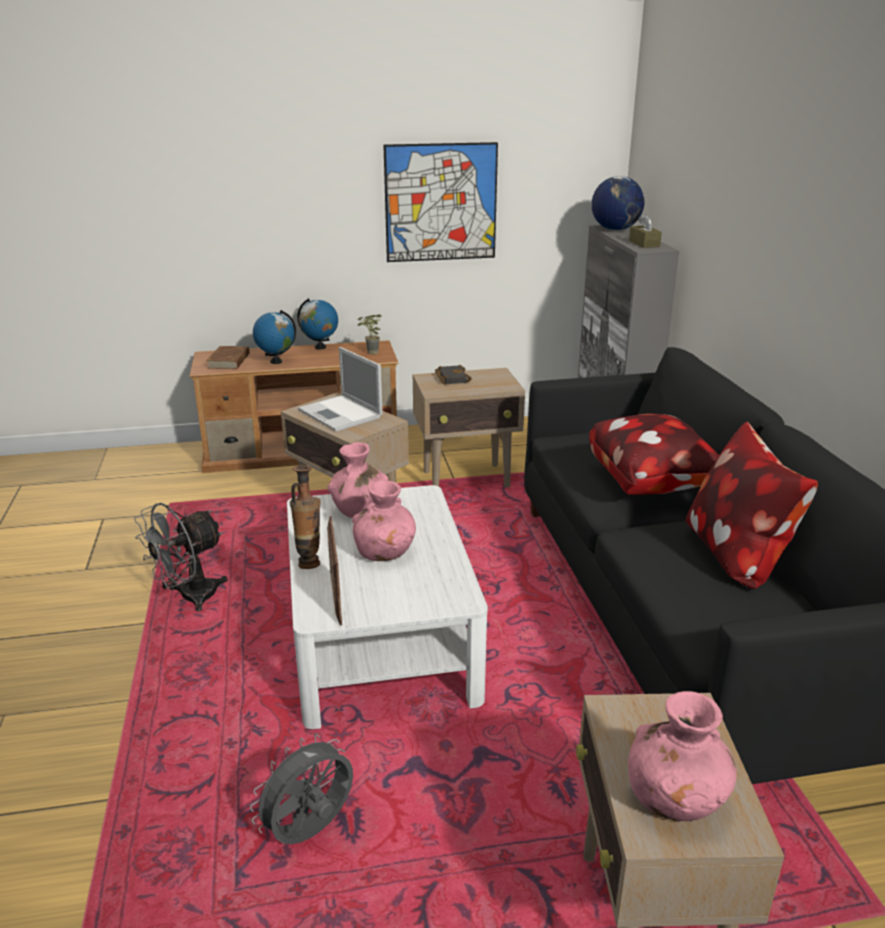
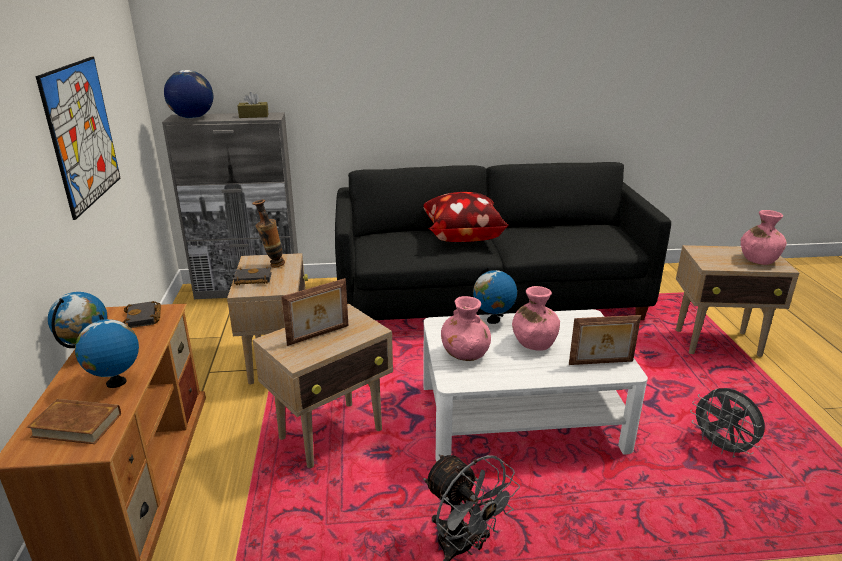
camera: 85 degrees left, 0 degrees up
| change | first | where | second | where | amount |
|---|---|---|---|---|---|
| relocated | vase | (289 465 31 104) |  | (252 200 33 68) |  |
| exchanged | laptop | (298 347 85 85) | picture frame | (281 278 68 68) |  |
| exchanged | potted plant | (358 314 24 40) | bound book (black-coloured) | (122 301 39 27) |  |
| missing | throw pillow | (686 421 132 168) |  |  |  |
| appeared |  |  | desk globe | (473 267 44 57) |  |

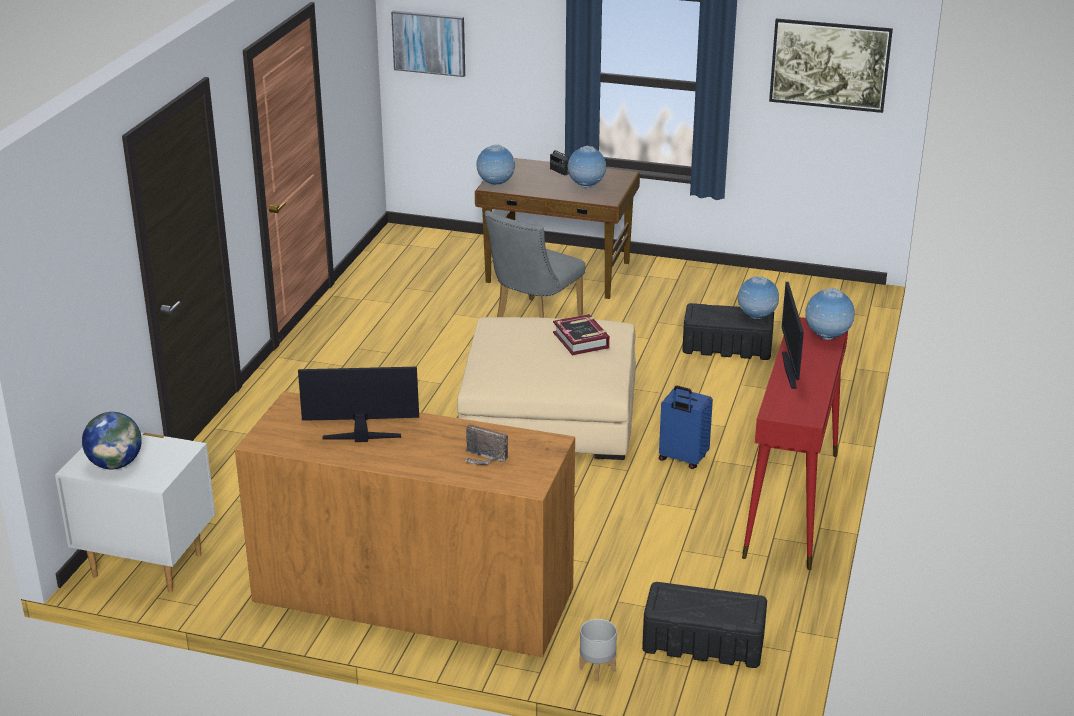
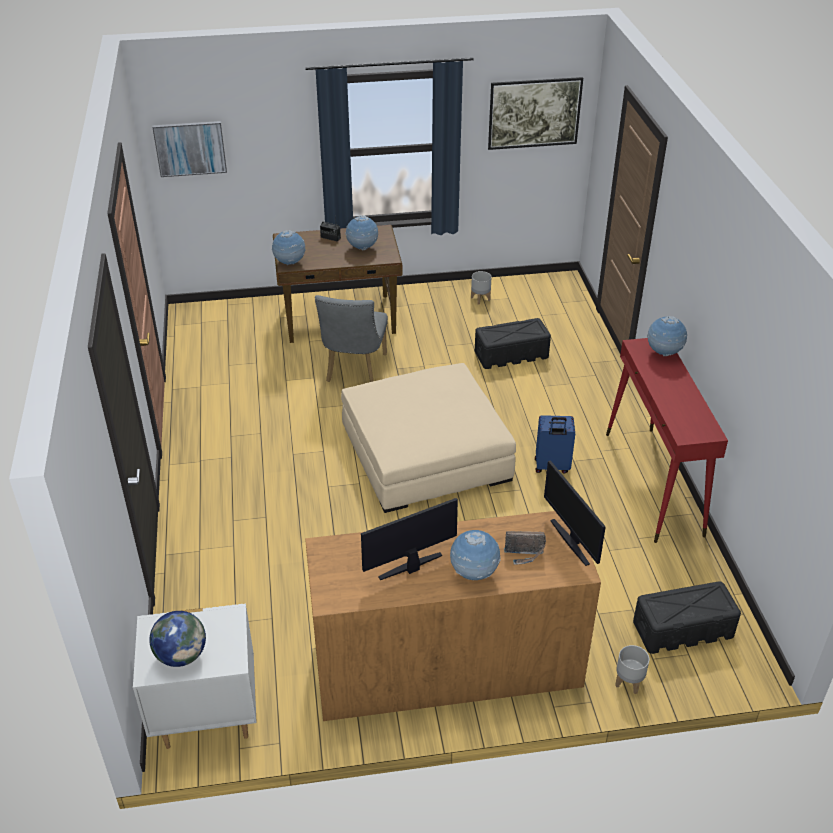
camera: 25 degrees left, 10 degrees up
| change | first | where | second | where | amount |
|---|---|---|---|---|---|
| missing | bound book | (553 314 57 41) |  |  |  |
| relocated | desk globe | (738 276 41 43) |  | (450 530 51 50) |  |
| relocated | computer screen | (782 282 22 107) |  | (544 460 62 106) |  |
| appeared |  |  | planter (gray) | (471 271 21 34) |  |

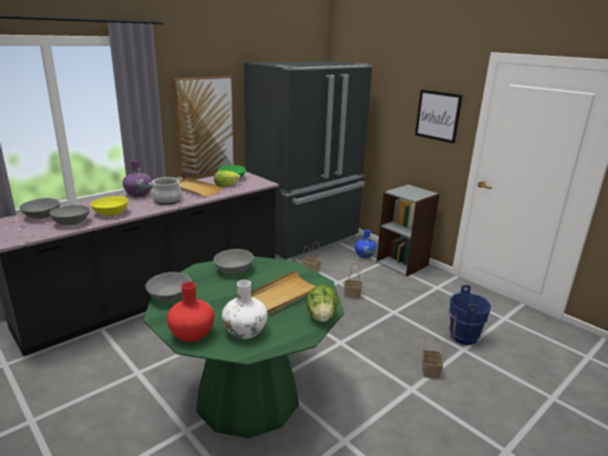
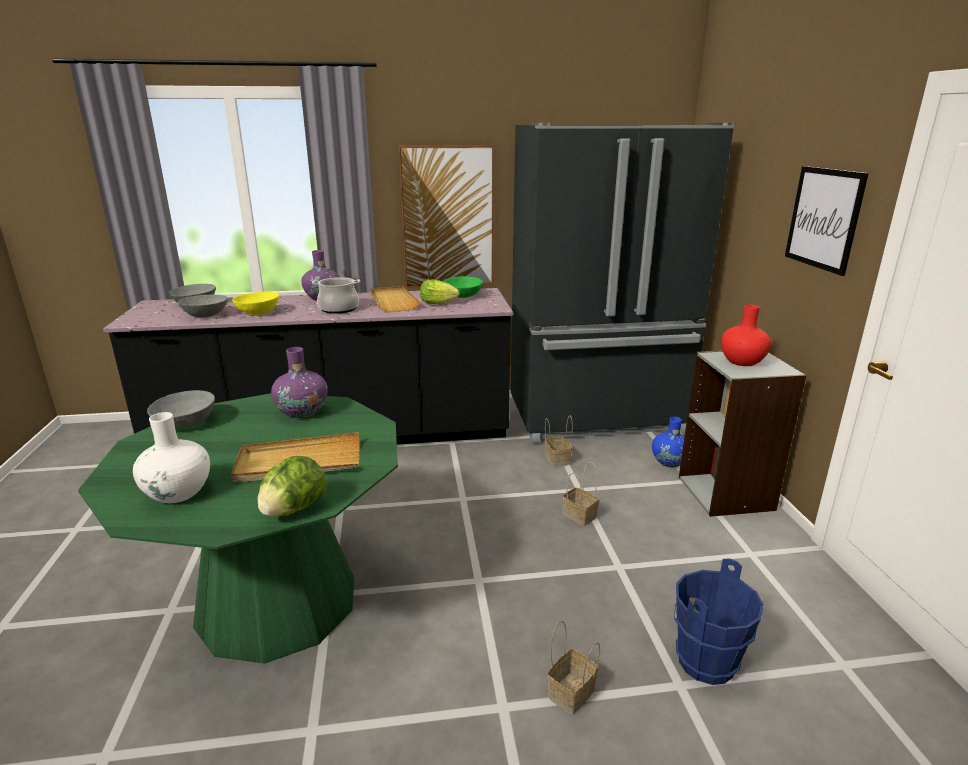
camera: 35 degrees right, 0 degrees up
| change | first | where | second | where | amount |
|---|---|---|---|---|---|
| relocated | vase (red) | (167 282 47 60) |  | (721 304 50 62) |  |
| exchanged | bowl (gray) | (214 249 40 25) | vase (purple) | (271 347 57 72) |  |

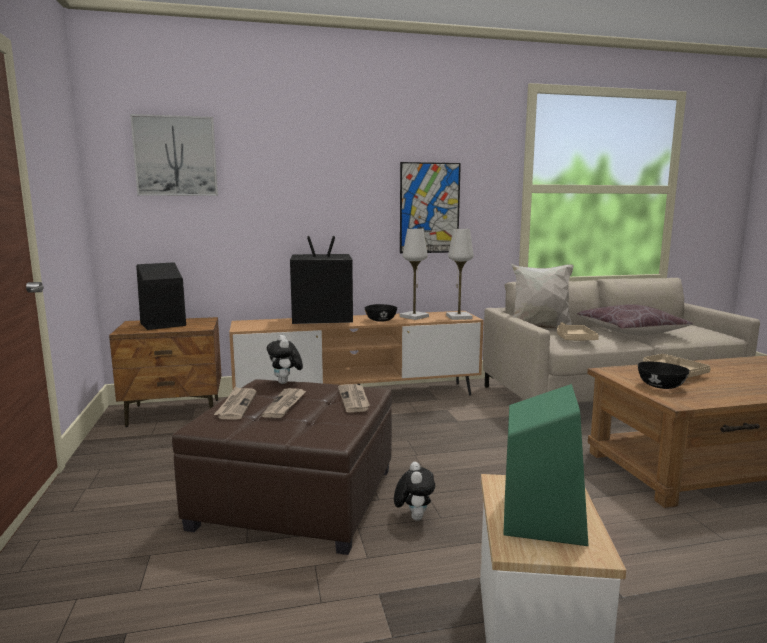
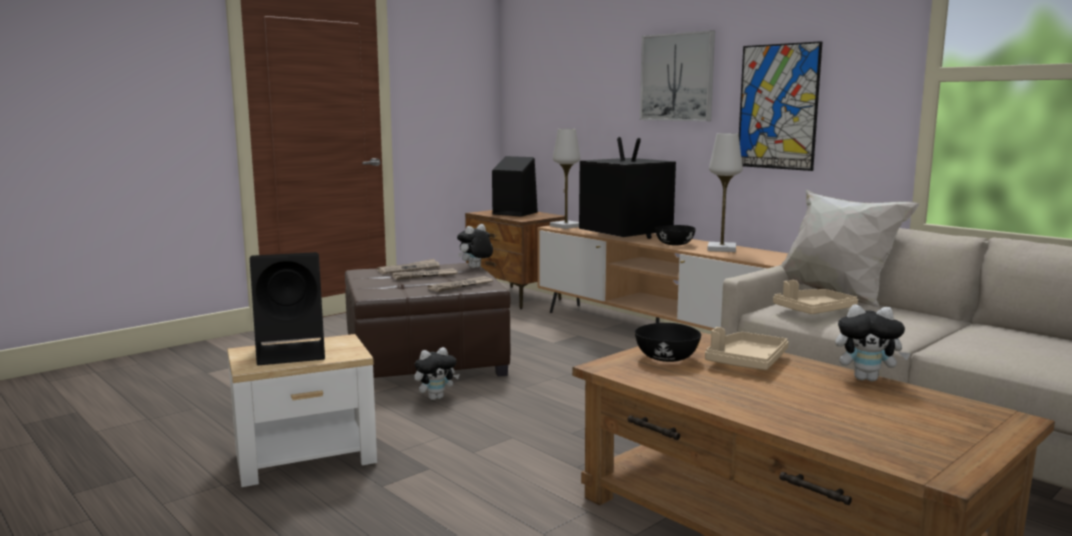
camera: 60 degrees right, 0 degrees up
| change | first | where | second | where | amount |
|---|---|---|---|---|---|
| relocated | picture | (130 114 88 82) |  | (640 30 75 91) |  |
| relocated | lamp for a table (white) | (446 229 28 91) |  | (550 129 30 100) |  |
| colour | speaker (greenish) | (503 384 85 162) | speaker (black-coloured) | (250 252 75 113) |  |
| missing | throw pillow (brown-coloured) | (577 304 116 31) |  |  |  |
| appeared |  |  | cuddly toy | (835 304 76 77) |  |

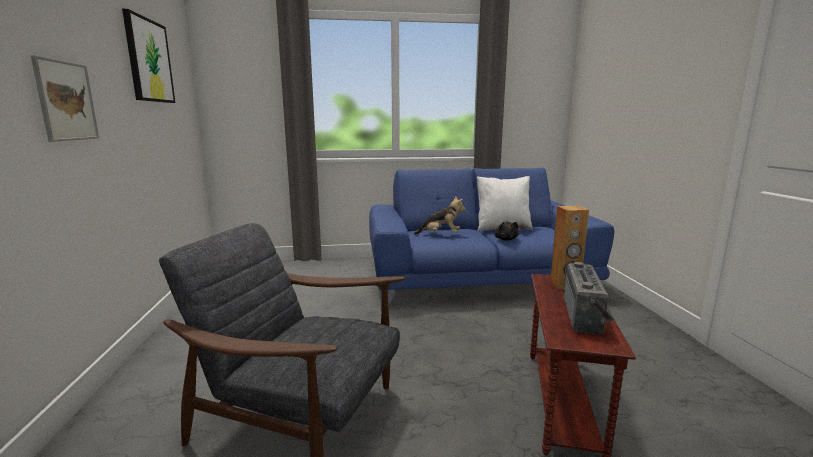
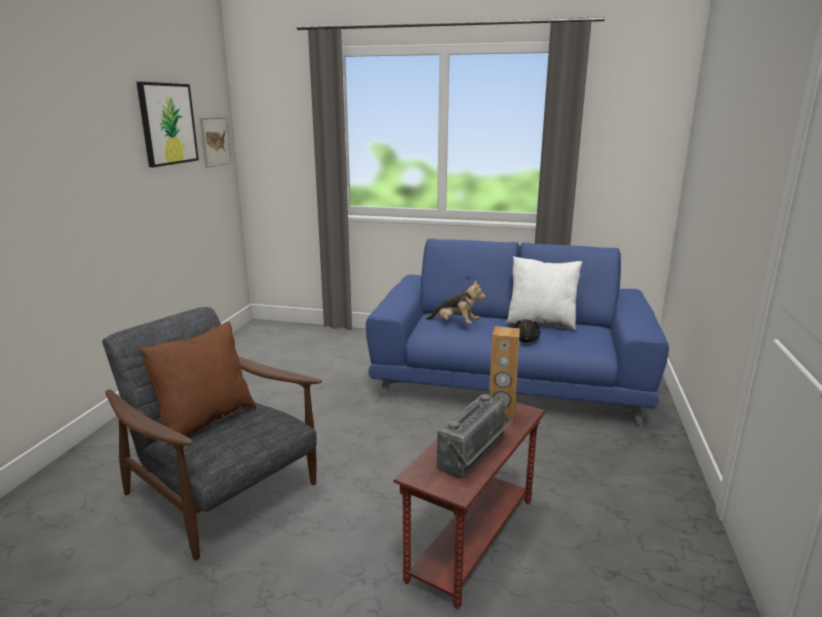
camera: 20 degrees right, 5 degrees up
| change | first | where | second | where | amount |
|---|---|---|---|---|---|
| relocated | picture | (31 55 68 87) |  | (200 117 31 51) |  |
| appeared |  |  | throw pillow (brown-coloured) | (139 322 117 124) |  |

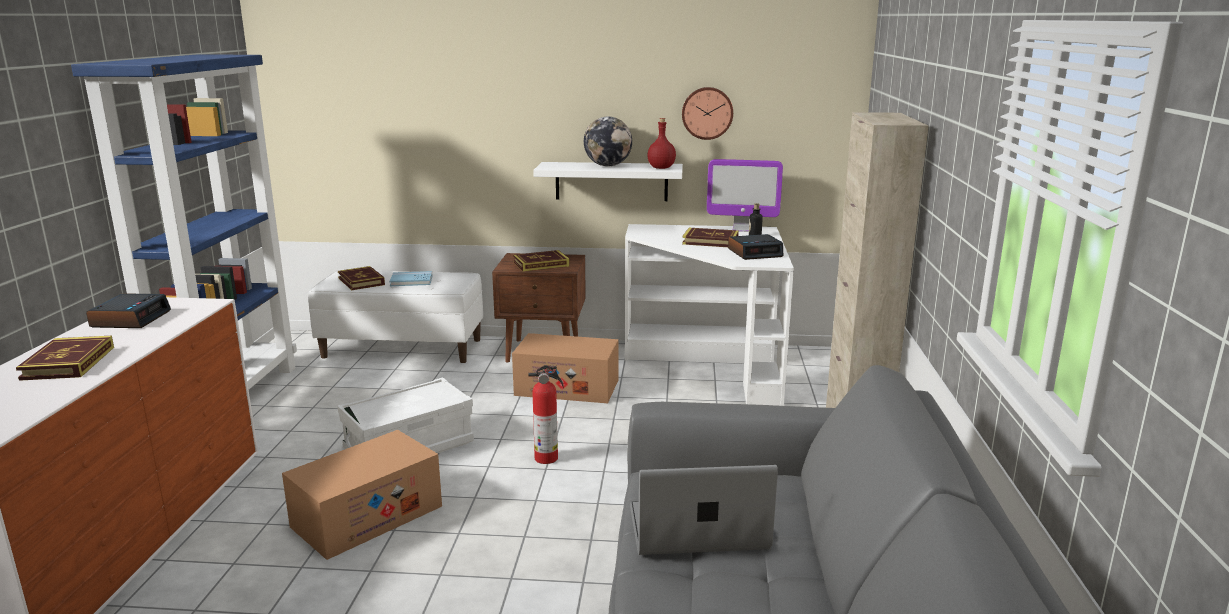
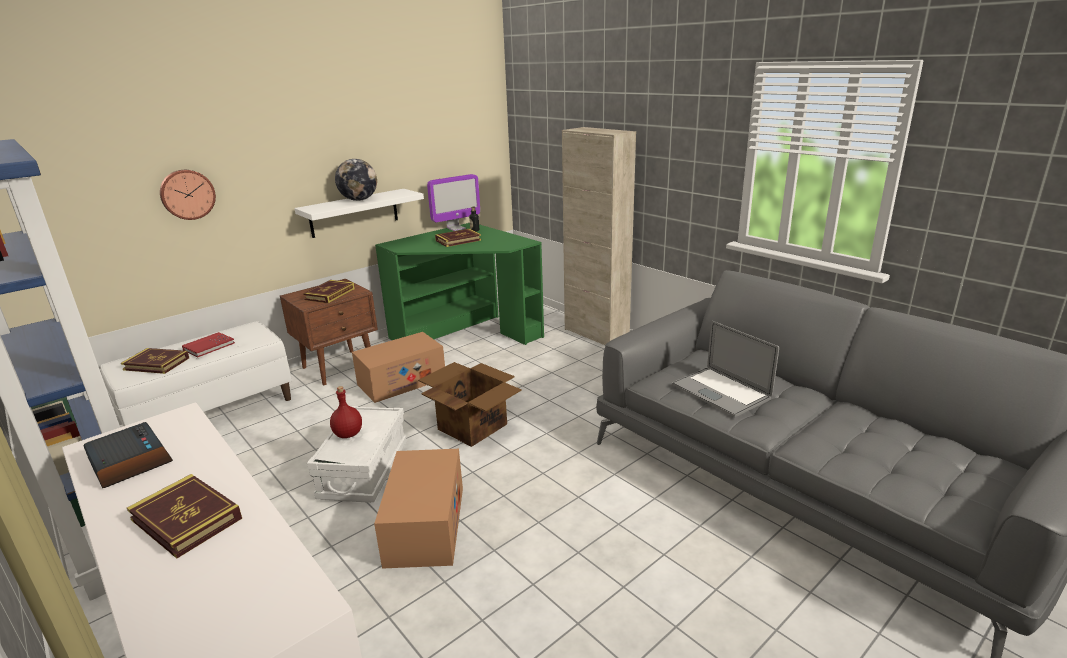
camera: 45 degrees left, 5 degrees up
| change | first | where | second | where | amount |
|---|---|---|---|---|---|
| colour | bound book (blue-coloured) | (389 271 43 15) | bound book (red) | (182 332 53 25) |  |
| exchanged | fire-fighting cylinder | (528 365 36 99) | packing box | (418 362 104 85) |  |
| colour | desk (white) | (625 224 169 182) | desk (greenish) | (375 223 169 122) |  |
| spun | laptop | (630 465 148 90) |  | (672 321 107 96) | 75 degrees counterclockwise |
| relocated | drink bottle (red) | (647 118 29 51) |  | (330 386 32 52) |  |
| relocated | clock on the wall | (682 87 51 53) |  | (160 170 56 50) |  |
| missing | alarm clock | (728 234 55 26) |  |  |  |

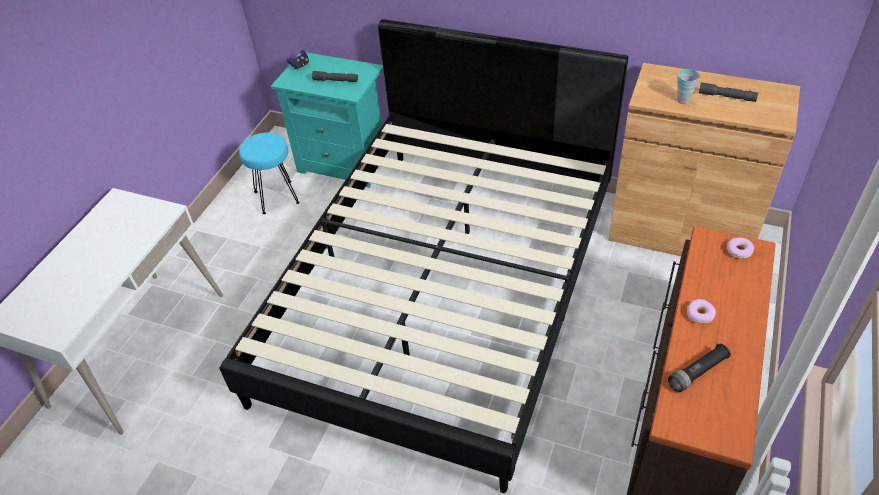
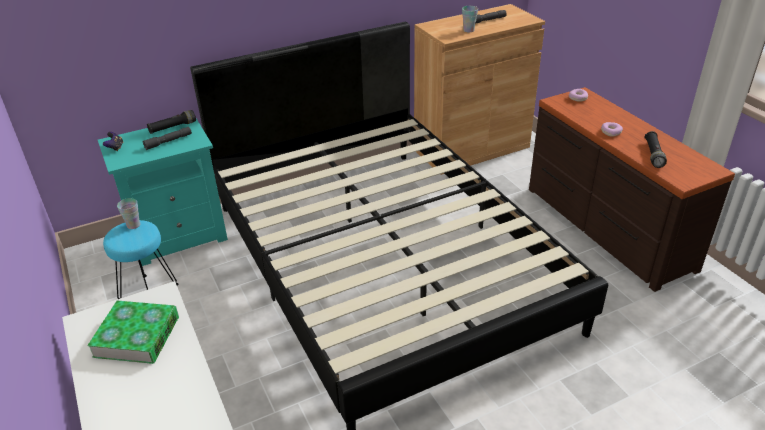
camera: 50 degrees left, 10 degrees down
| change | first | where | second | where | amount |
|---|---|---|---|---|---|
| appeared |  |  | bound book | (87 300 92 64) |  |
| appeared |  |  | drinking cup | (117 198 23 31) |  |
| appeared |  |  | flashlight (black-coloured) | (147 110 49 24) |  |

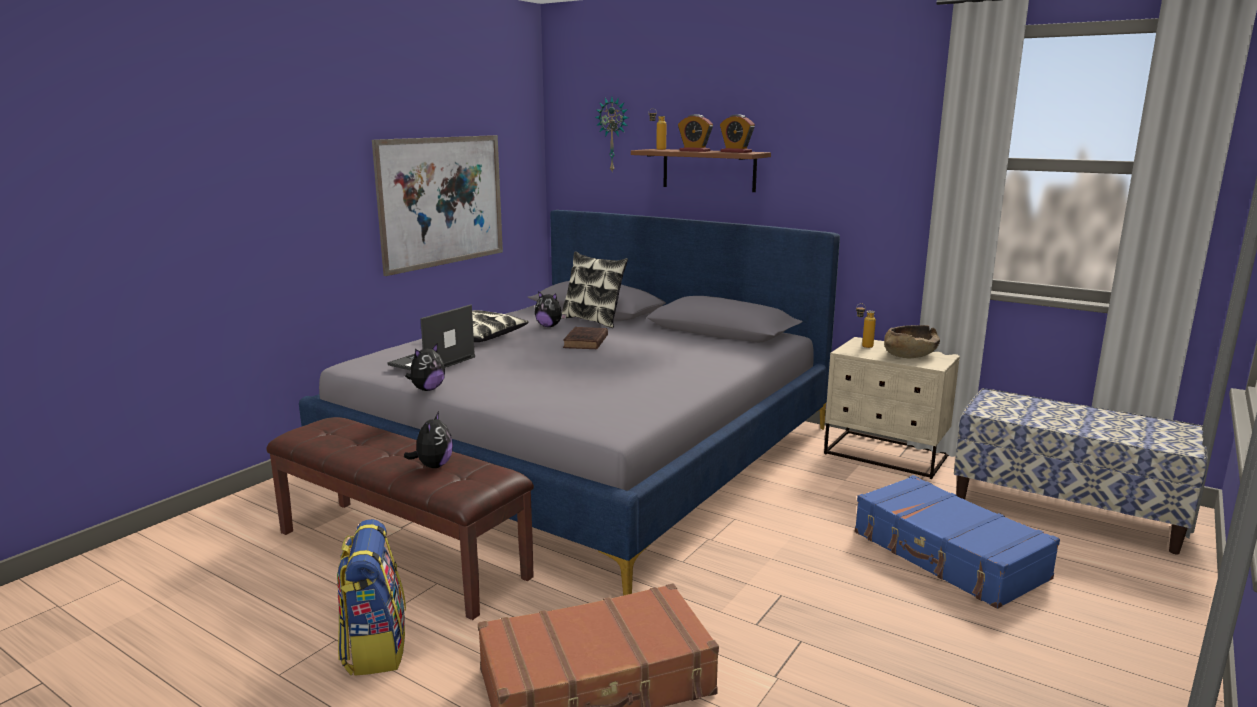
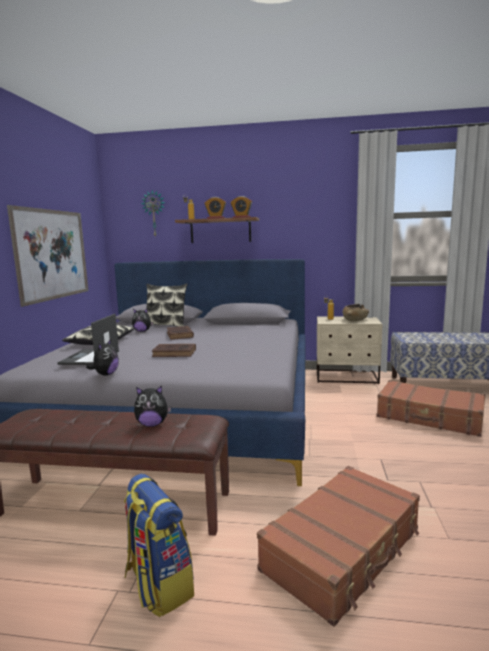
camera: 25 degrees left, 5 degrees down
| change | first | where | second | where | amount |
|---|---|---|---|---|---|
| spun | cuddly toy | (404 411 49 57) |  | (134 386 38 41) | 105 degrees clockwise |
| colour | travel case (blue-coloured) | (855 475 205 134) | travel case (brown-coloured) | (377 380 108 57) |  |
| appeared |  |  | bound book (brown-coloured) | (152 344 44 13) |  |

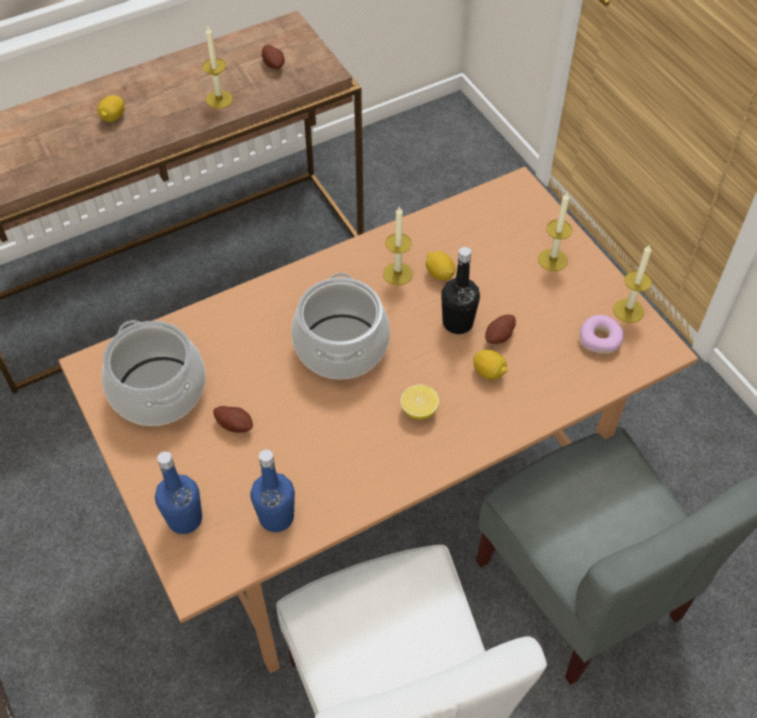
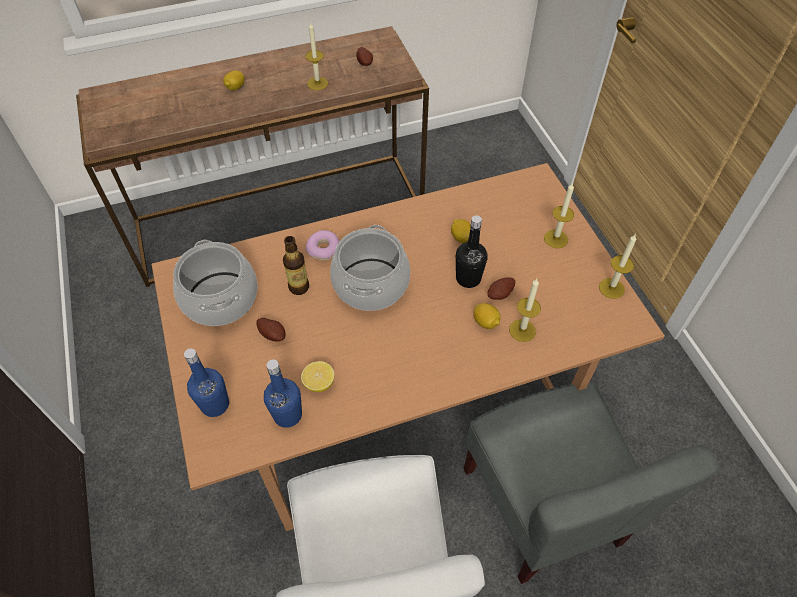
camera: 10 degrees right, 0 degrees up
| change | first | where | second | where | amount |
|---|---|---|---|---|---|
| relocated | wax light | (383 206 30 80) |  | (509 279 32 63) |  |
| relocated | whole lemon | (400 384 39 35) |  | (301 361 33 31) |  |
| relocated | donut | (579 315 45 39) |  | (306 230 34 30) |  |
| appeared |  |  | drink bottle | (283 236 26 59) |  |

